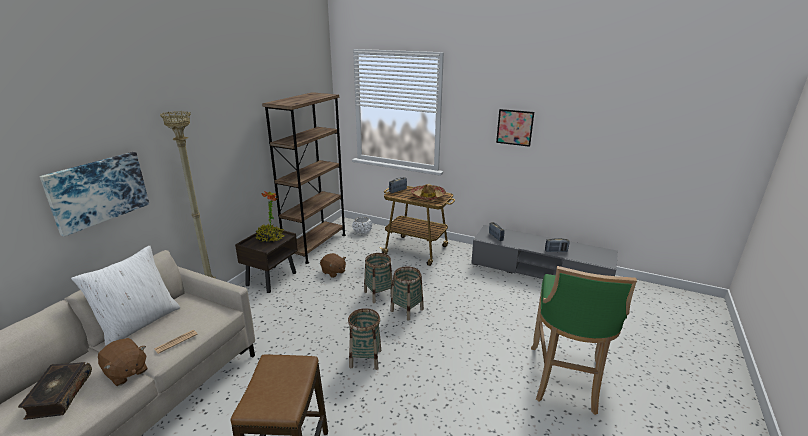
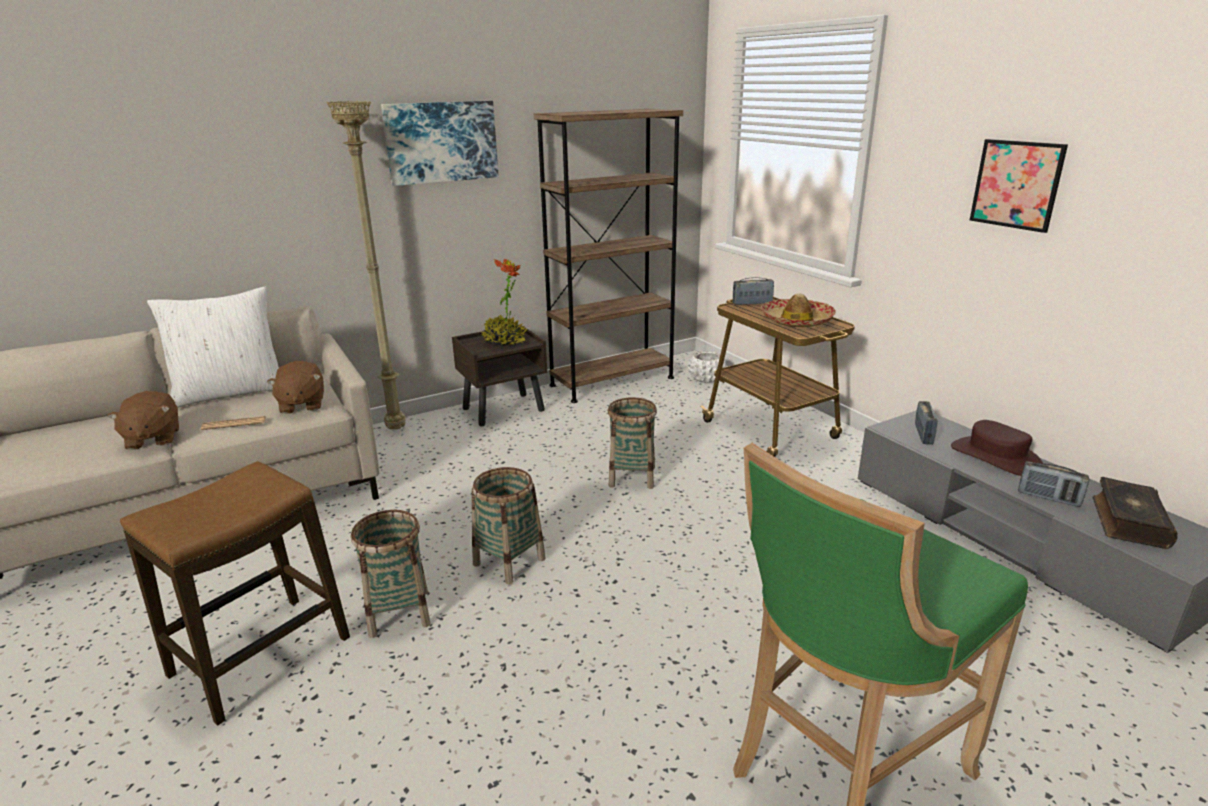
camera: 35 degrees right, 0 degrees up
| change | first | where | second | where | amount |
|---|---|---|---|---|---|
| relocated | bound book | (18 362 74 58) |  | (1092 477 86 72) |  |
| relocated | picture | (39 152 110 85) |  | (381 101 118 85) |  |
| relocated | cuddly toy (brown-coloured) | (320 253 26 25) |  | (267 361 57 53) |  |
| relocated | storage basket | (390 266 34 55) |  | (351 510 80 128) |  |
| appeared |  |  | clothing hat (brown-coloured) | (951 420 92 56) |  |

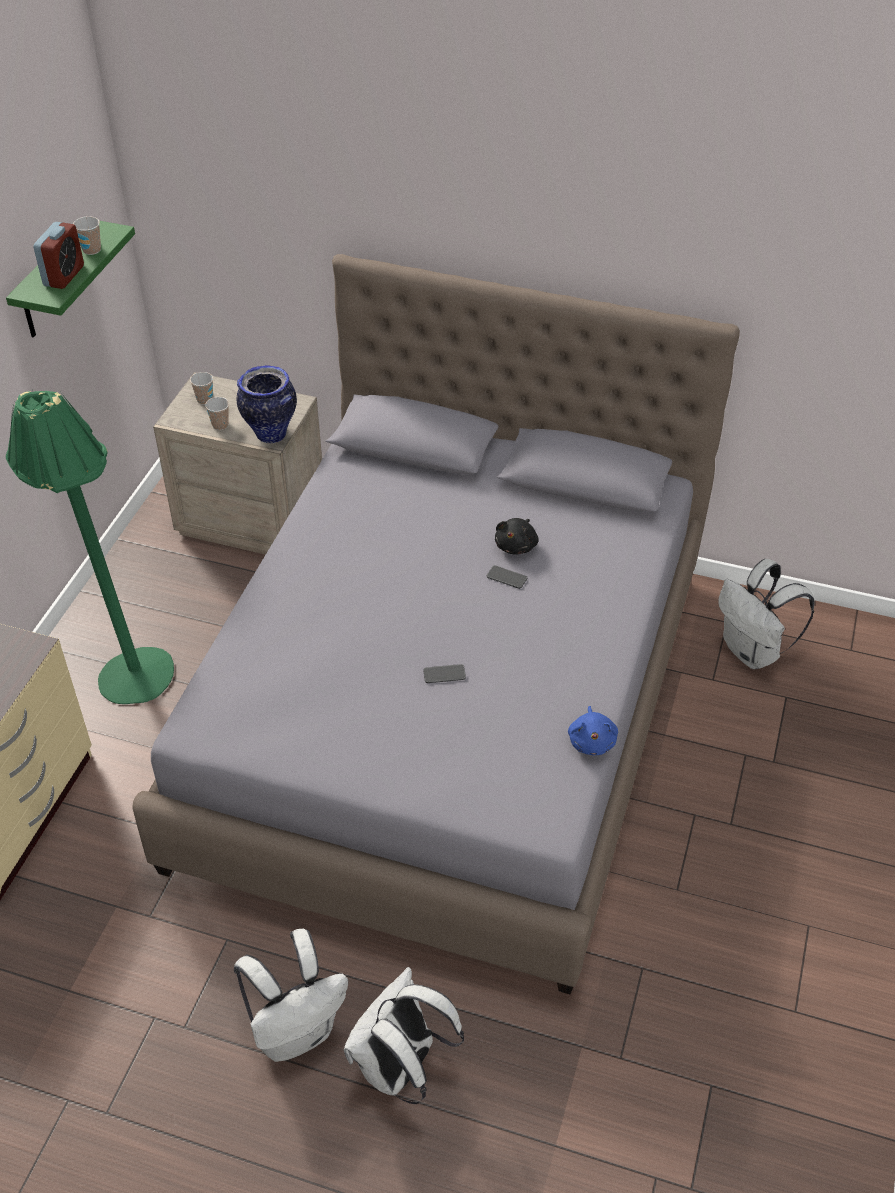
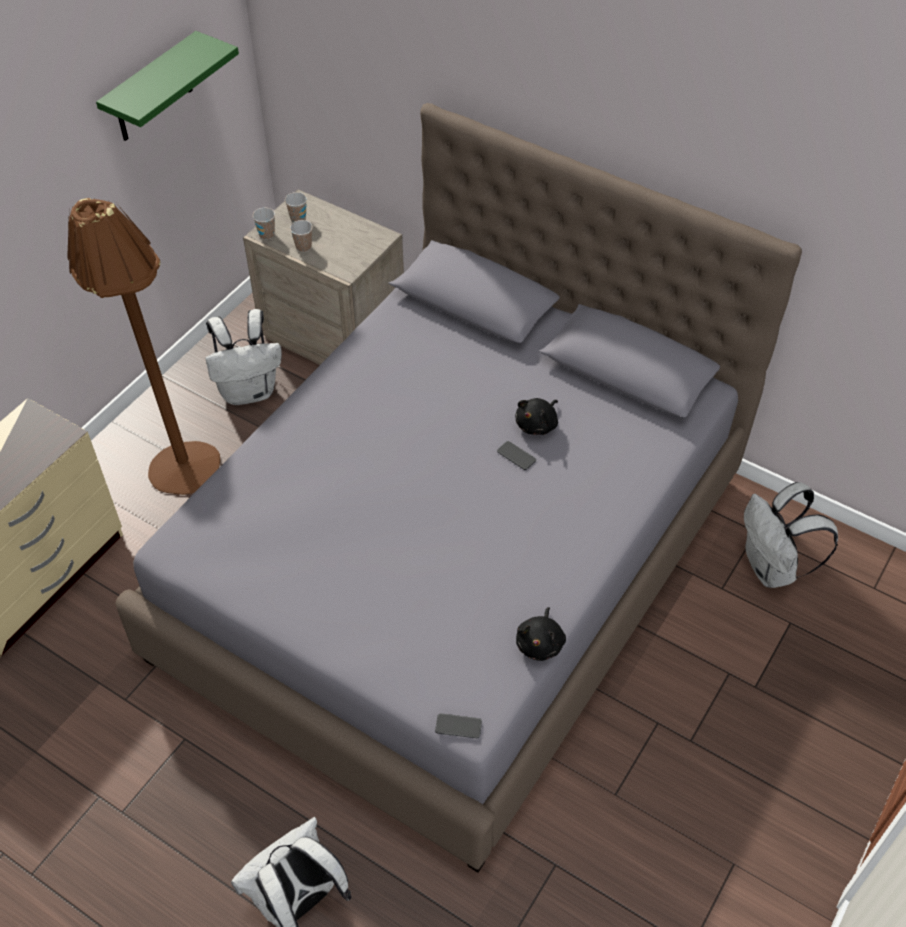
camera: 15 degrees right, 5 degrees up
| change | first | where | second | where | amount |
|---|---|---|---|---|---|
| colour | standing lamp (greenish) | (6 389 168 315) | standing lamp (brown-coloured) | (67 198 153 297) |  |
| missing | alarm clock | (34 222 50 67) |  |  |  |
| relocated | drinking cup | (73 216 28 39) |  | (253 208 22 32) |  |
| relocated | rucksack (white) | (234 929 114 133) |  | (206 309 76 96) |  |
| missing | vase | (236 365 61 78) |  |  |  |
| relocated | handset | (423 664 43 19) |  | (435 713 47 25) |  |
| colour | cuddly toy (blue-coloured) | (568 706 50 49) | cuddly toy (black-coloured) | (516 607 50 54) |  |

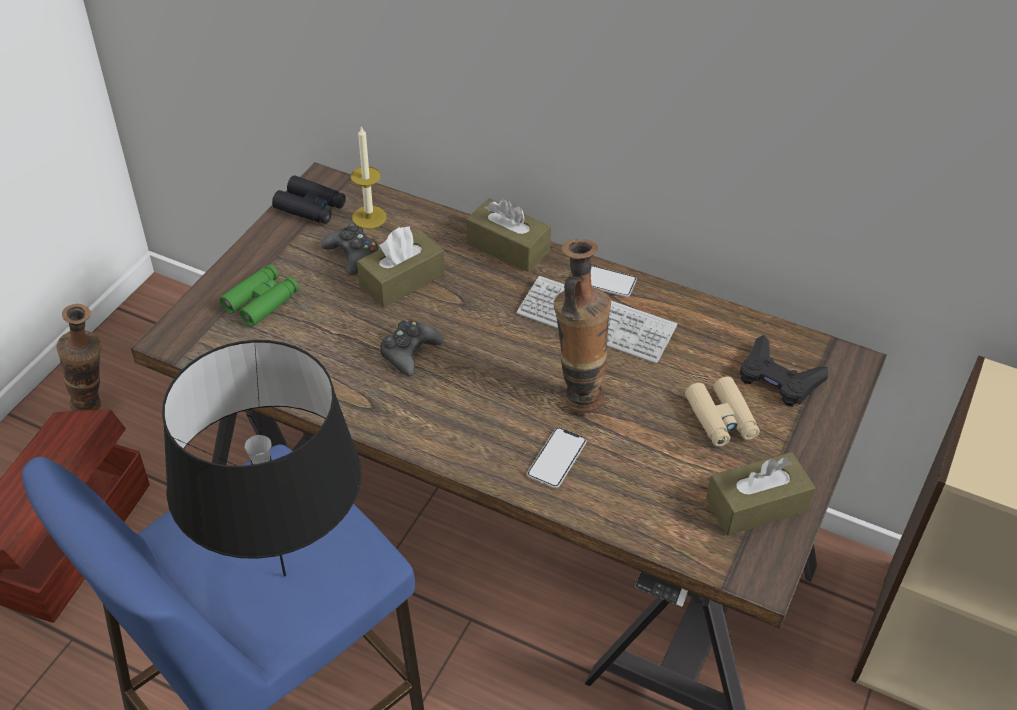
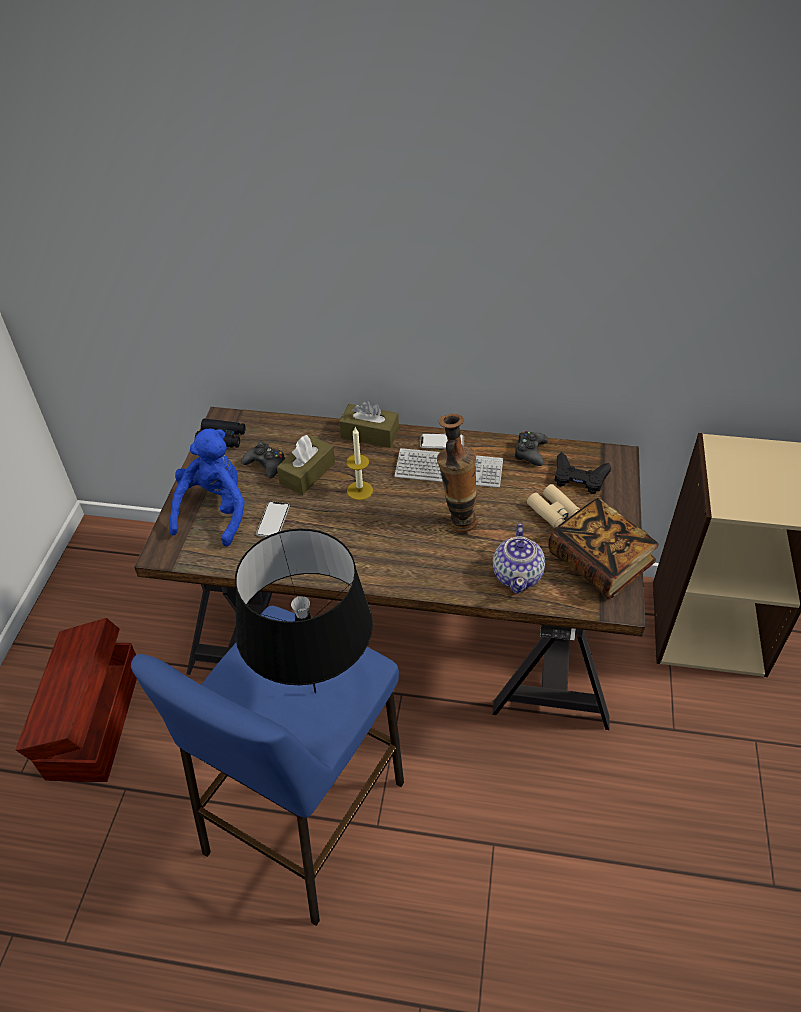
camera: 15 degrees left, 0 degrees up
| change | first | where | second | where | amount |
|---|---|---|---|---|---|
| missing | vase | (56 304 46 107) |  |  |  |
| exchanged | pair of binoculars (greenish) | (220 265 79 62) | cuddly toy (blue-coloured) | (169 429 76 118) |  |
| relocated | wax light | (351 125 35 104) |  | (346 427 27 73) |  |
| relocated | gamepad (black-coloured) | (380 319 64 57) |  | (513 431 35 35) |  |
| relocated | handset | (527 427 60 61) |  | (256 501 34 36) |  |
| exchanged | tissue holder (brown-coloured) | (706 452 110 84) | bound book | (548 498 111 101) |  |
| appeared |  |  | teapot | (493 523 53 71) |  |

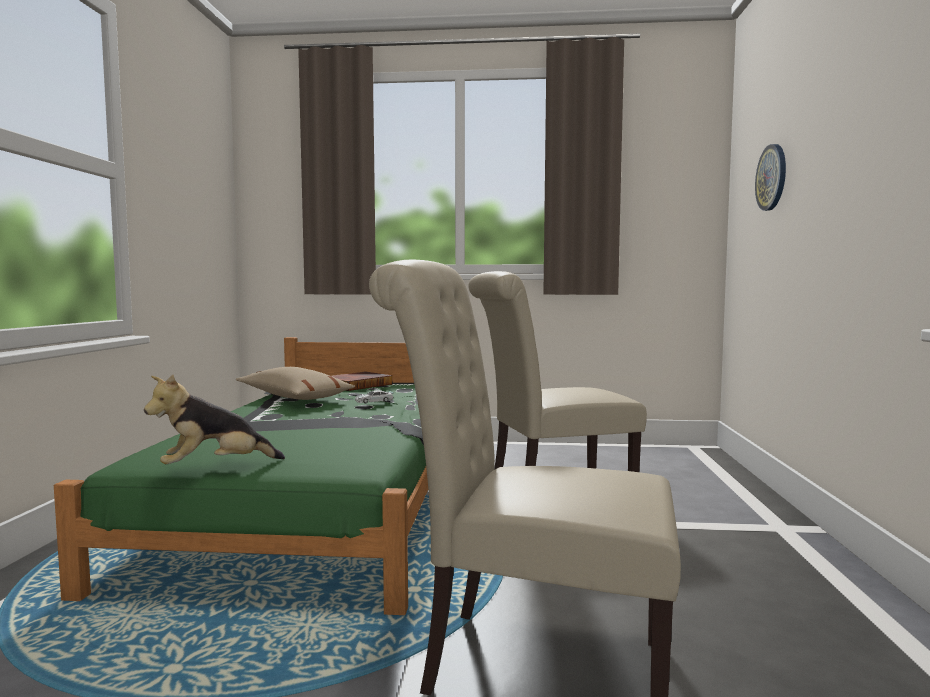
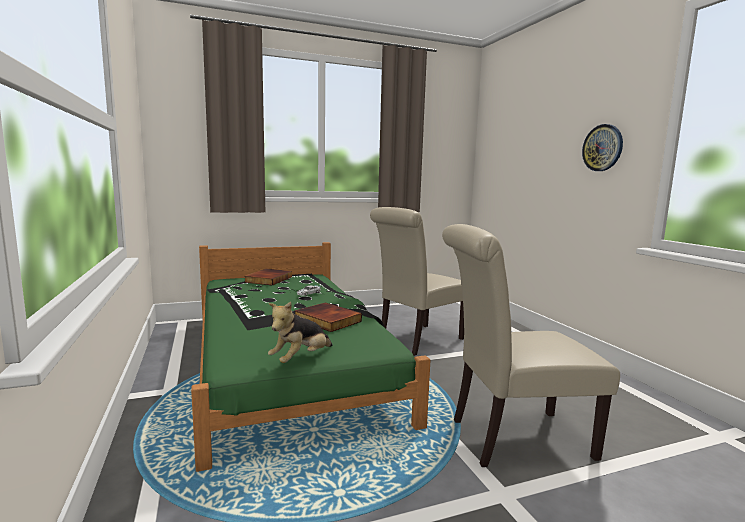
camera: 25 degrees left, 5 degrees up
| change | first | where | second | where | amount |
|---|---|---|---|---|---|
| missing | throw pillow (sand-coloured) | (236 367 119 33) |  |  |  |
| relocated | clock on the wall | (755 144 31 67) |  | (582 124 41 47) |  |
| appeared |  |  | bound book | (295 302 67 30) |  |

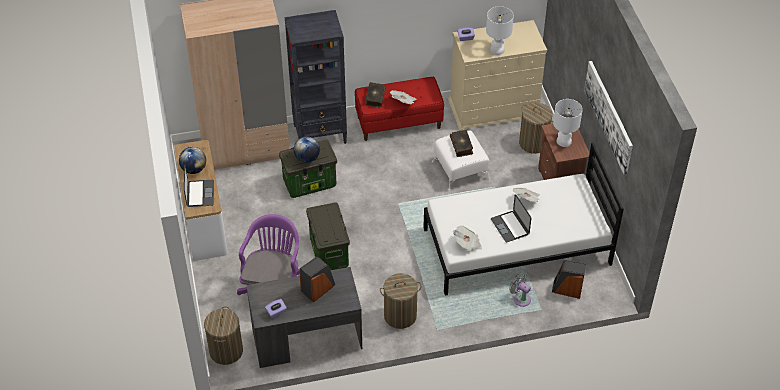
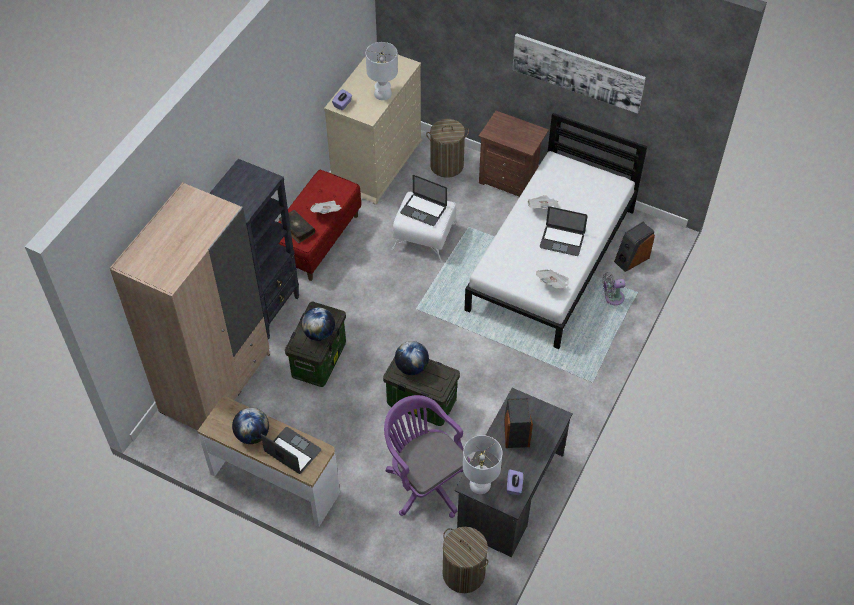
camera: 50 degrees left, 5 degrees up
| change | first | where | second | where | amount |
|---|---|---|---|---|---|
| missing | washing basket | (380 273 41 56) |  |  |  |
| exchanged | bound book | (450 130 23 27) | laptop | (400 175 47 51) |  |
| relocated | lamp for a table (white) | (553 99 30 48) |  | (463 435 39 59) |  |
| appeared |  |  | desk globe | (395 341 34 34) |  |

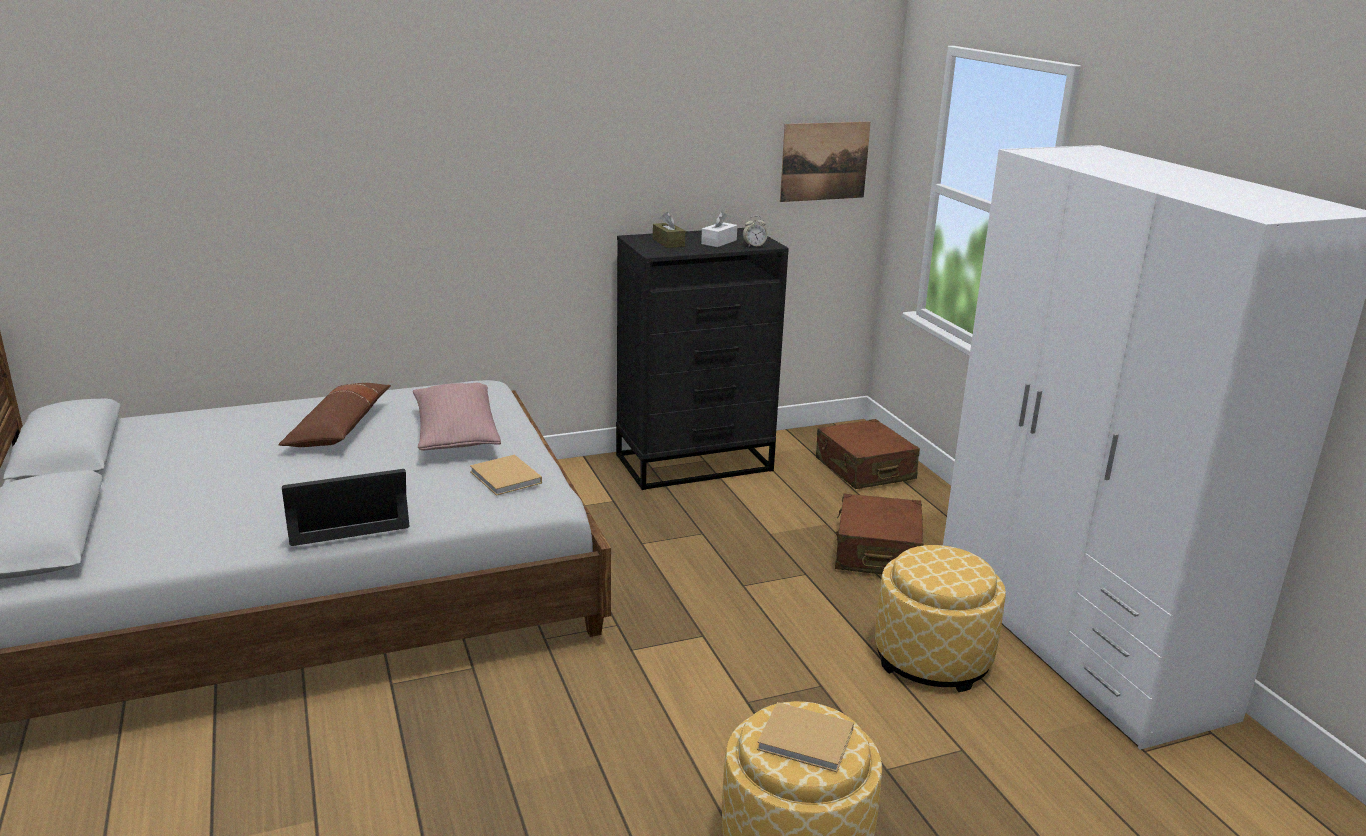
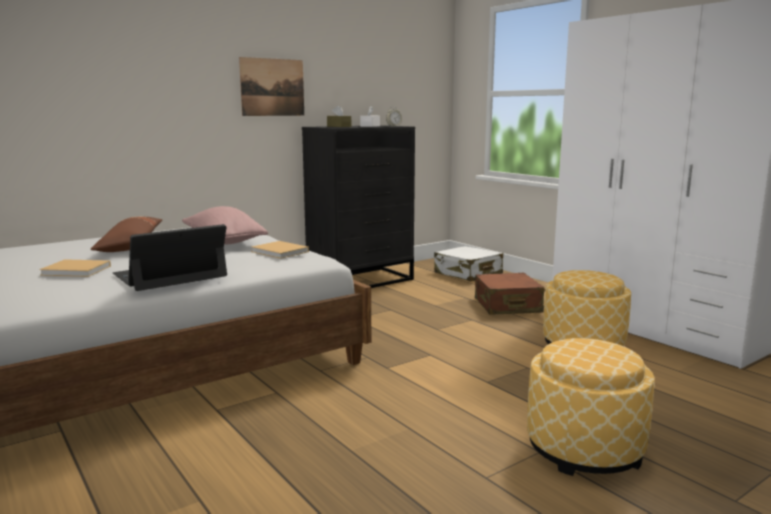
camera: 15 degrees left, 10 degrees down
| change | first | where | second | where | amount |
|---|---|---|---|---|---|
| relocated | bound book (sand-coloured) | (757 702 97 70) |  | (39 259 72 18) |  |
| relocated | picture | (780 122 91 80) |  | (239 57 65 59) |  |
| colour | travel case (brown-coloured) | (816 419 104 70) | travel case (white) | (434 246 69 35) |  |

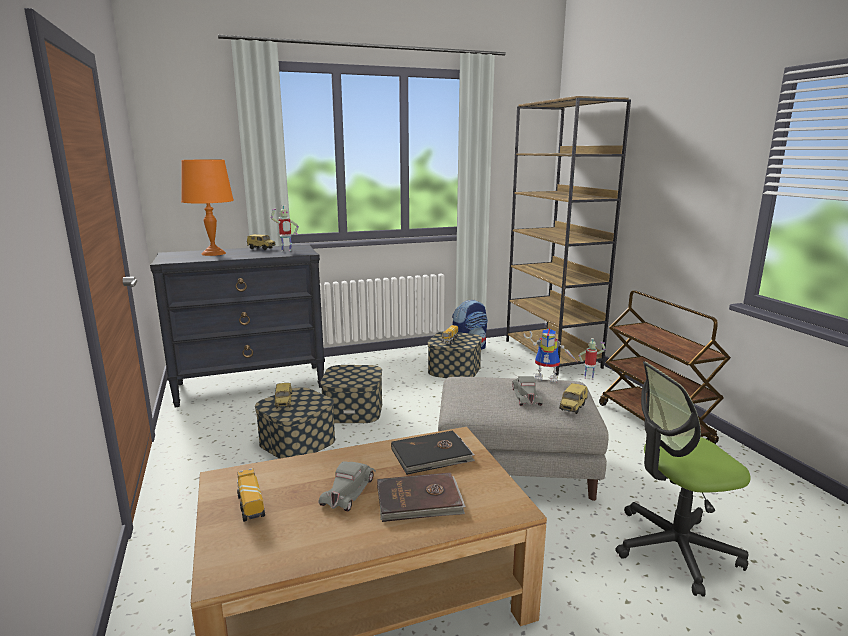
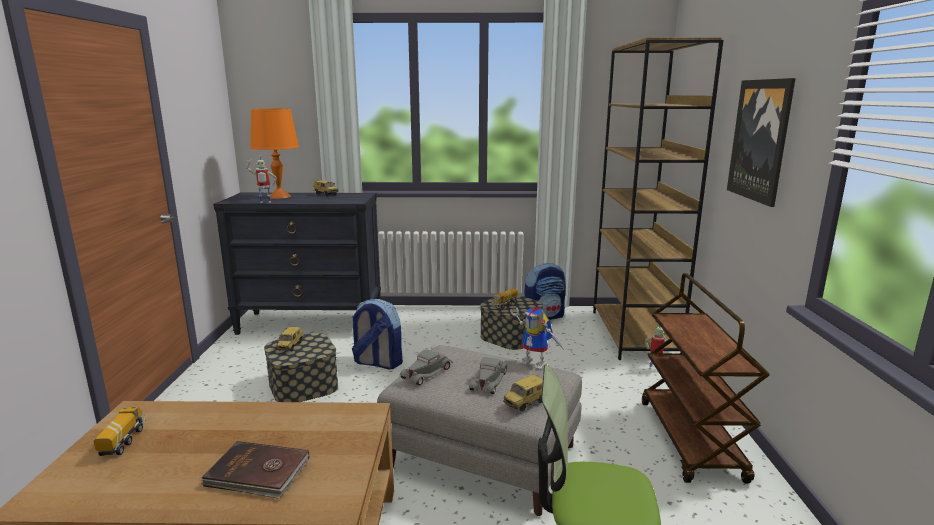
camera: 20 degrees right, 0 degrees up
| change | first | where | second | where | amount |
|---|---|---|---|---|---|
| relocated | model robot | (271 205 28 47) |  | (246 156 31 47) |  |
| relocated | model car (gray) | (318 461 58 50) |  | (400 350 53 35) |  |
| exchanged | storage container | (321 365 61 58) | rucksack | (352 299 51 71) |  |
| missing | bound book (black-coloured) | (391 431 84 44) |  |  |  |
| appeared |  |  | picture | (727 78 68 129) |  |

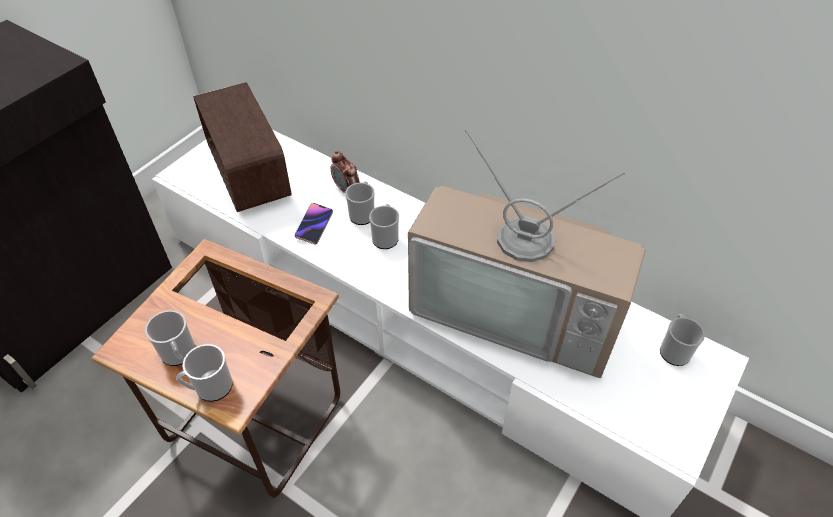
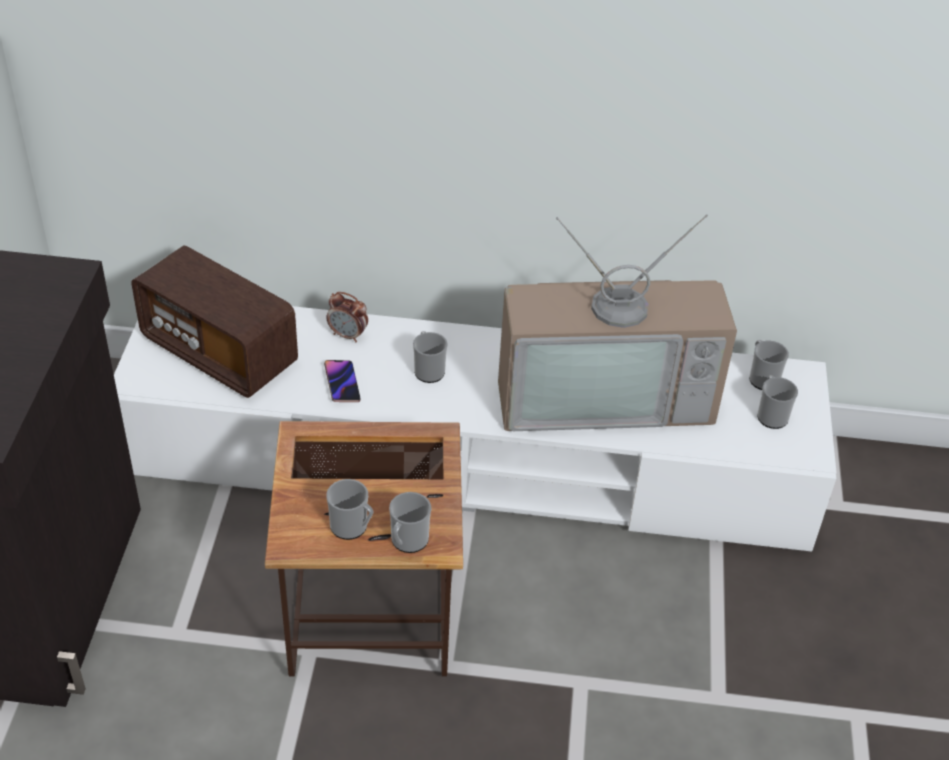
camera: 30 degrees left, 5 degrees down
| change | first | where | second | where | amount |
|---|---|---|---|---|---|
| relocated | mug | (345 181 30 44) |  | (757 375 41 54) |  |

